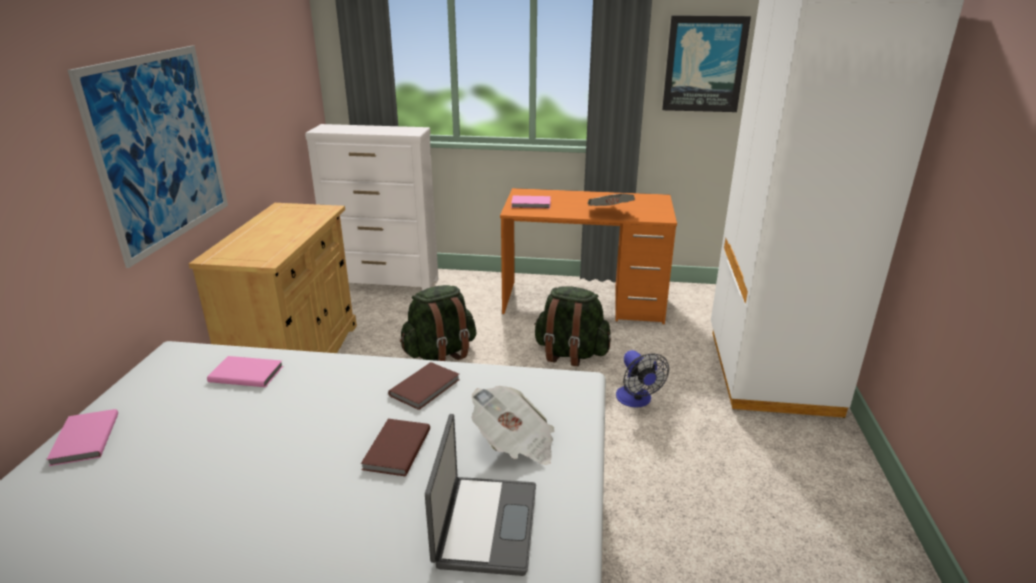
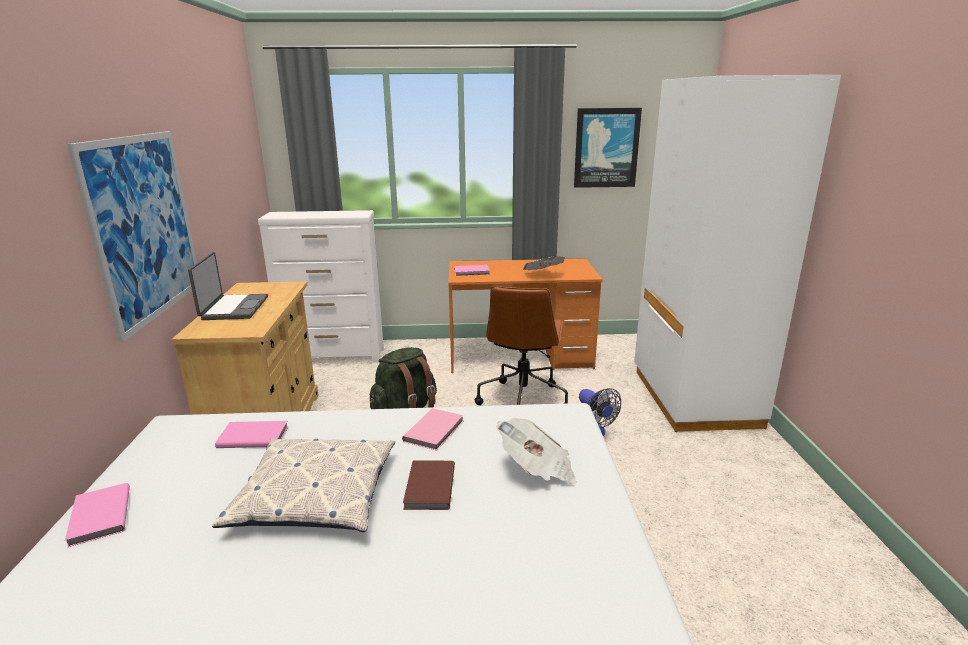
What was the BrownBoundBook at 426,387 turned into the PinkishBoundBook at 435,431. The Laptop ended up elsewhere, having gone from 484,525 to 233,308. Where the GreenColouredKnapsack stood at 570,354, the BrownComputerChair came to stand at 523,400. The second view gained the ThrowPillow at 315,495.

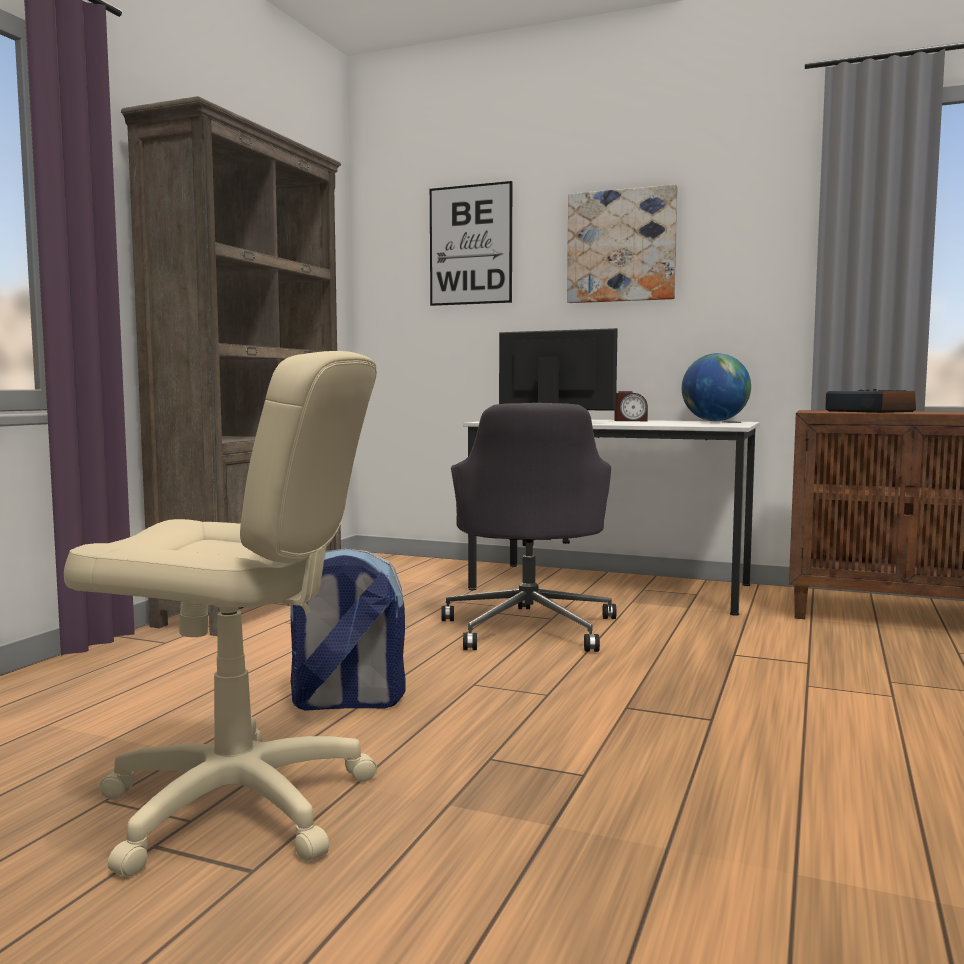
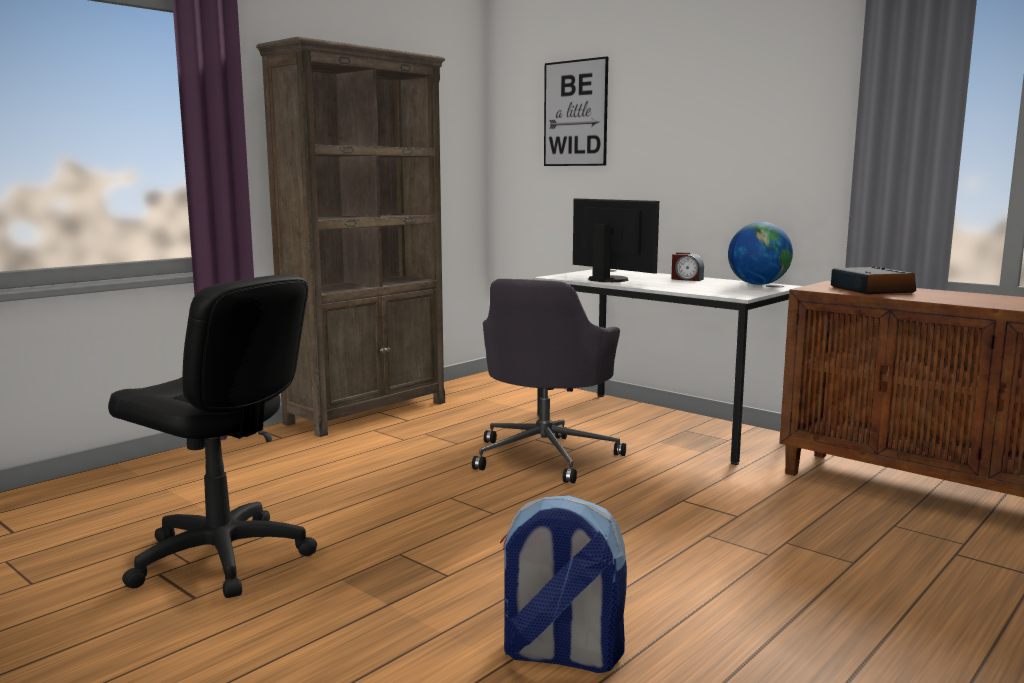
What was the BeigeColouredComputerChair at 237,806 turned into the BlackComputerChair at 221,558. The Knapsack ended up elsewhere, having gone from 346,702 to 560,655. The second view lost the Picture at 621,246.

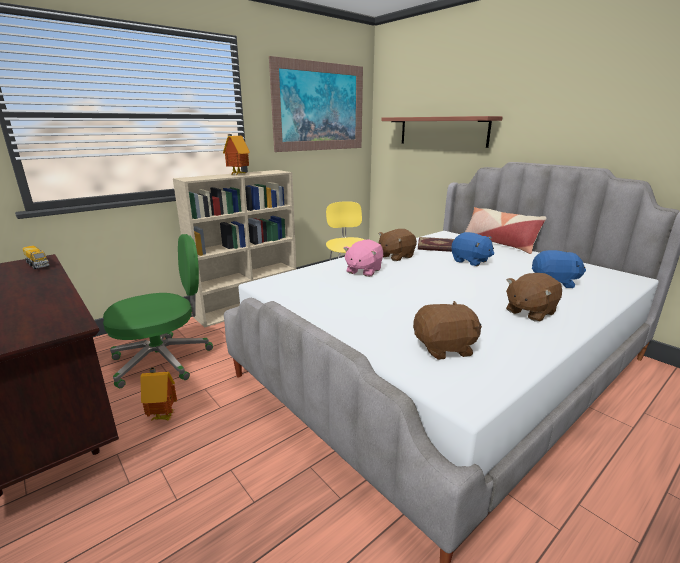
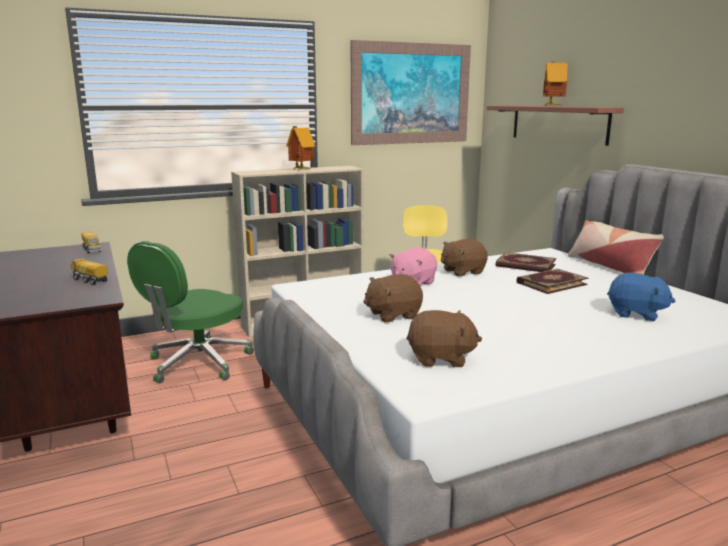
The GreenColouredComputerChair at 164,360 ended up facing another way, 135 degrees clockwise from before. The ToyHouse ended up elsewhere, having gone from 163,416 to 552,106. Where the BlueColouredCuddlyToy stood at 470,261, the BoundBook came to stand at 551,283. The BrownCuddlyToy ended up elsewhere, having gone from 529,312 to 393,315. The second view gained the ToyLorry at 89,280.

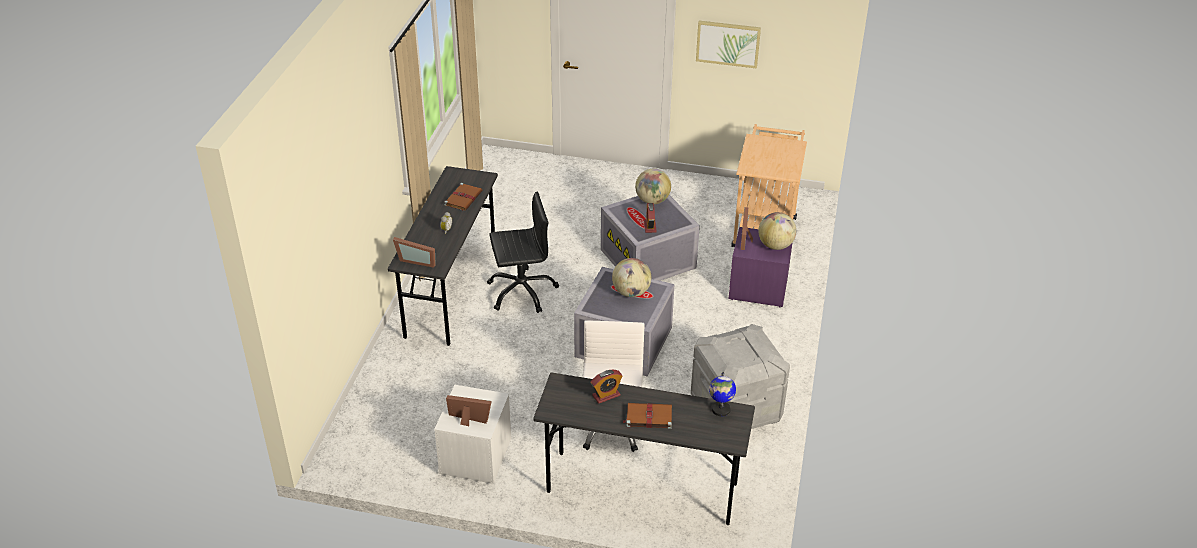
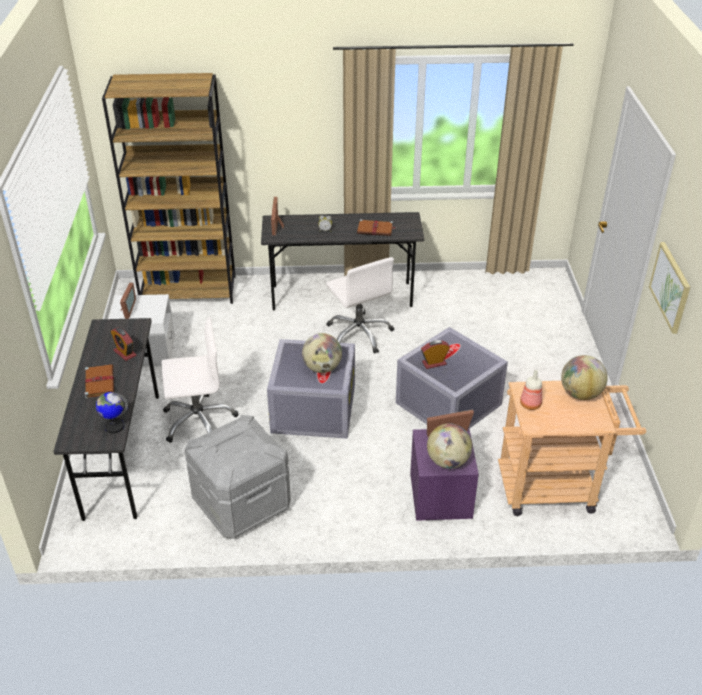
What was the BlackComputerChair at 522,291 turned into the WhiteColouredComputerChair at 359,334. The DeskGlobe ended up elsewhere, having gone from 652,201 to 580,394. The second view gained the BrownBookshelf at 189,290. The second view gained the BeverageBottle at 531,404.

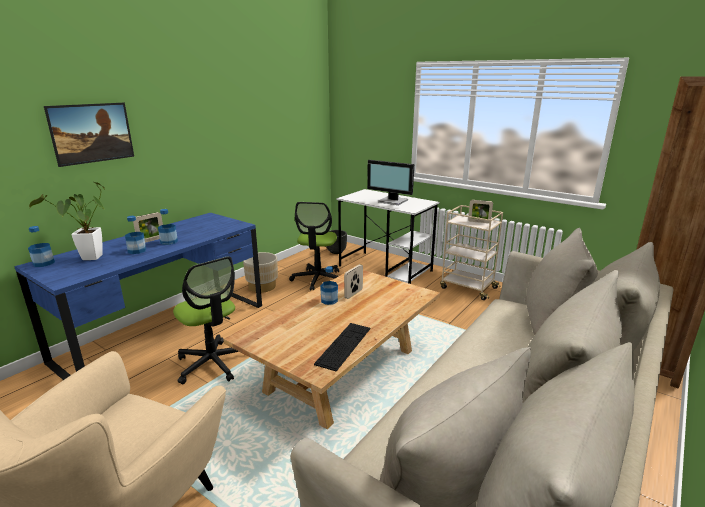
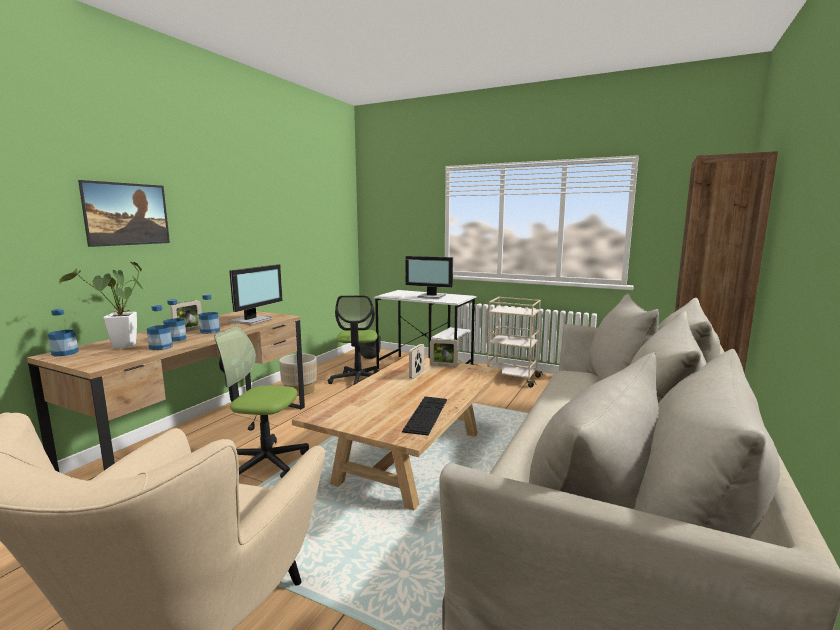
What was the BlueColouredDeskTable at 165,332 turned into the BrownDeskTable at 198,439. The ComputerChair at 213,363 ended up facing another way, 150 degrees clockwise from before. The BeverageBottle ended up elsewhere, having gone from 329,300 to 161,347. The PictureFrame ended up elsewhere, having gone from 479,222 to 443,366. The second view gained the ComputerScreen at 252,320.

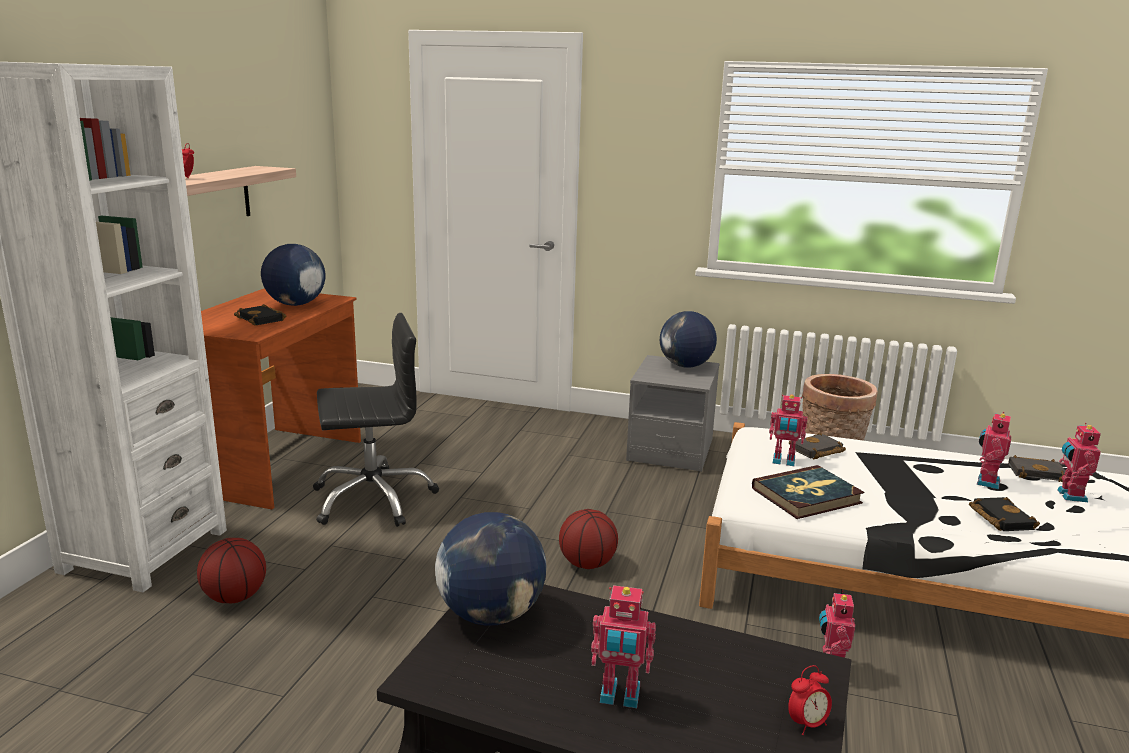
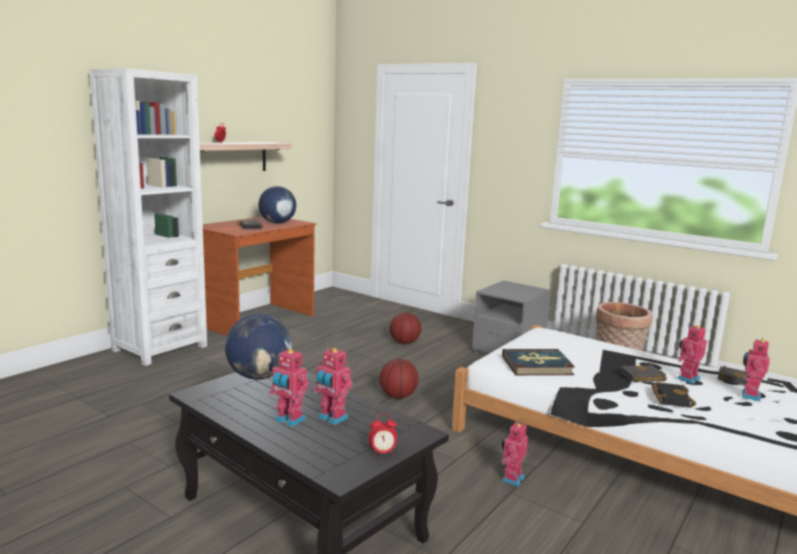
The BasketballBall ended up elsewhere, having gone from 235,597 to 404,343. The second view lost the BlackComputerChair at 373,499. The second view lost the DeskGlobe at 686,366. The RobotFigure ended up elsewhere, having gone from 783,461 to 332,418. The BlackBoundBook ended up elsewhere, having gone from 816,451 to 642,377.

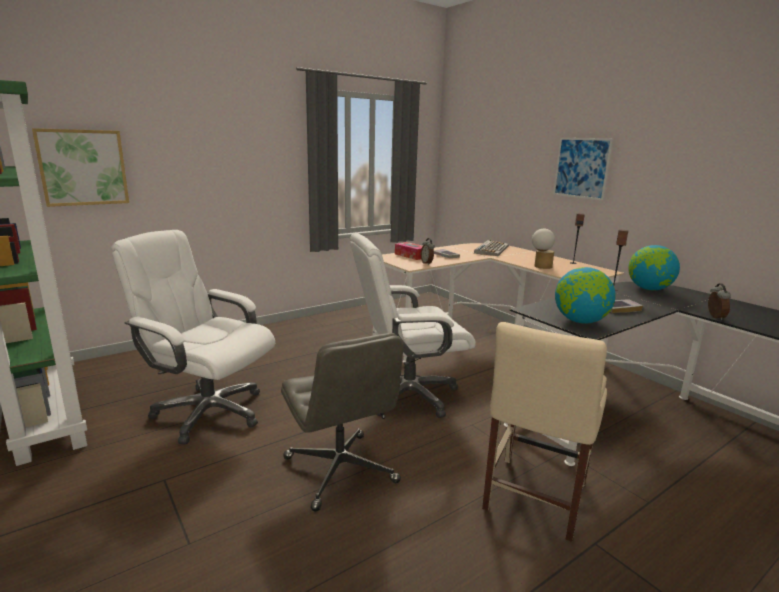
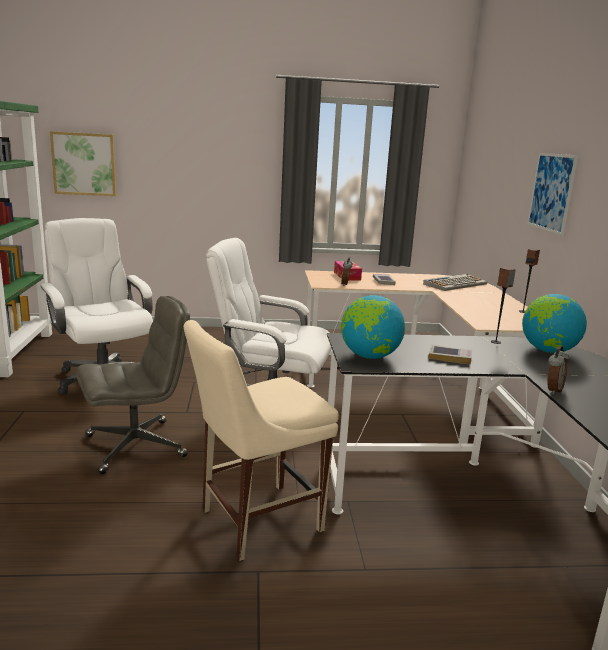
The GreyishComputerChair at 341,471 ended up facing another way, 120 degrees counterclockwise from before. The second view lost the TableLamp at 540,266.

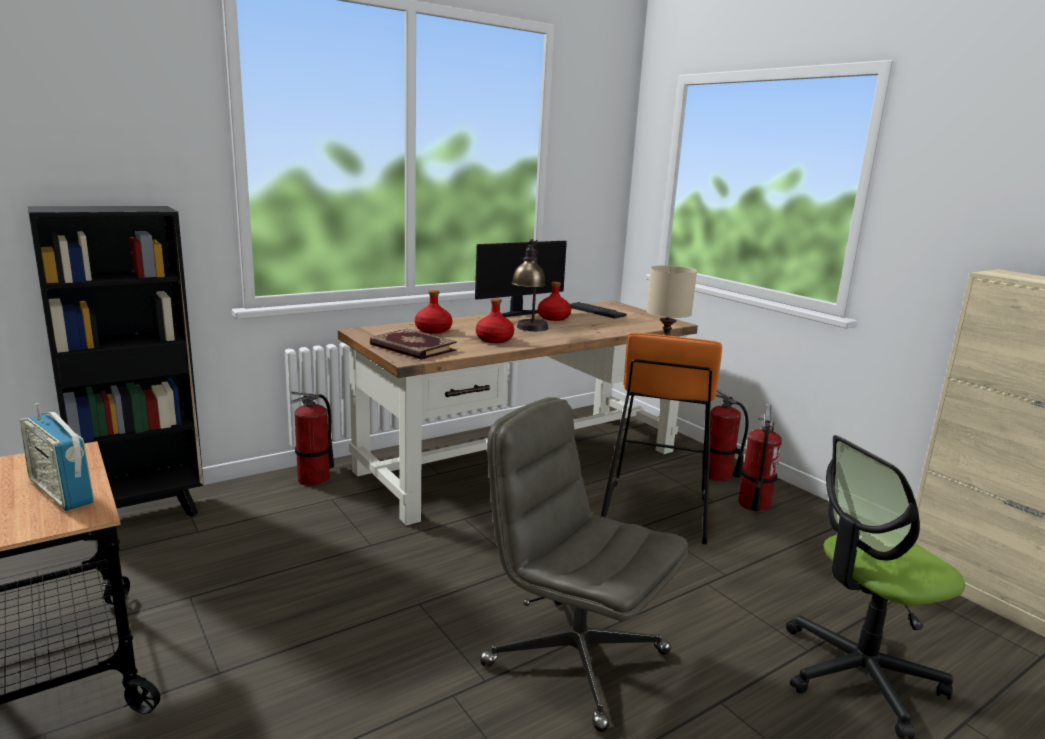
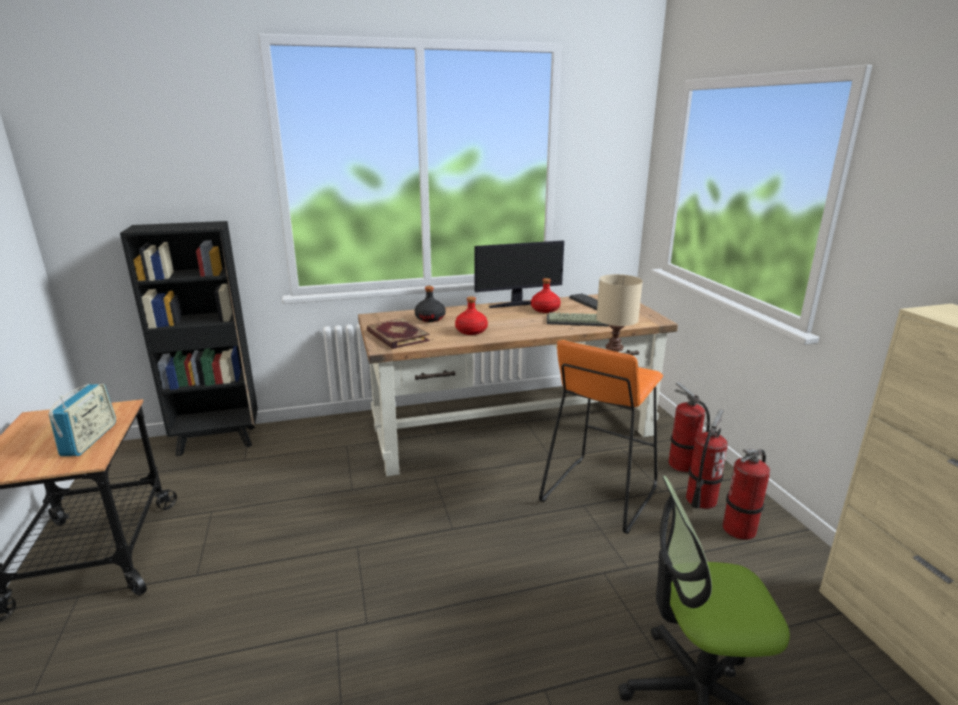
The RadioSet at 61,492 ended up facing another way, 150 degrees counterclockwise from before. The FireFightingCylinder ended up elsewhere, having gone from 314,479 to 739,529. What was the ReddishBeverageBottle at 433,330 turned into the BlackBeverageBottle at 430,318. The second view lost the GreyishComputerChair at 574,658. The second view lost the TableLamp at 529,330. The second view gained the ComputerKeyboard at 580,321.

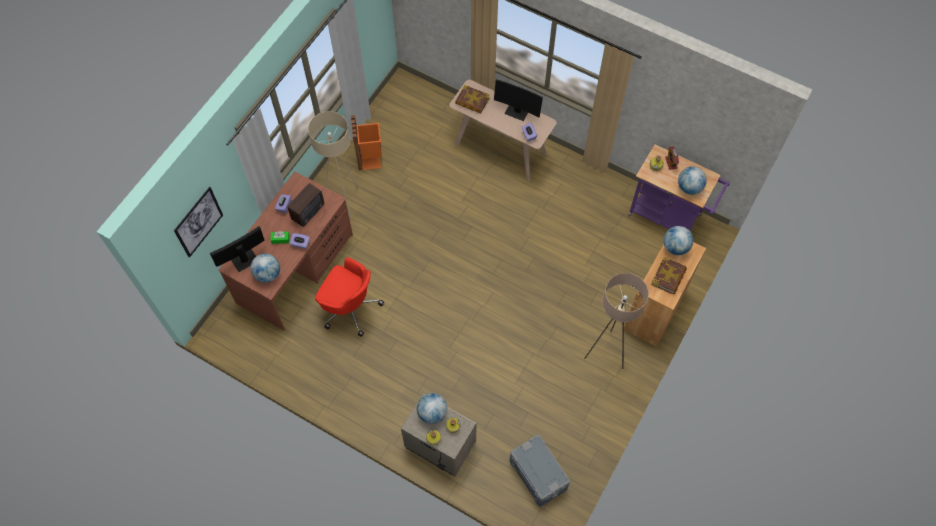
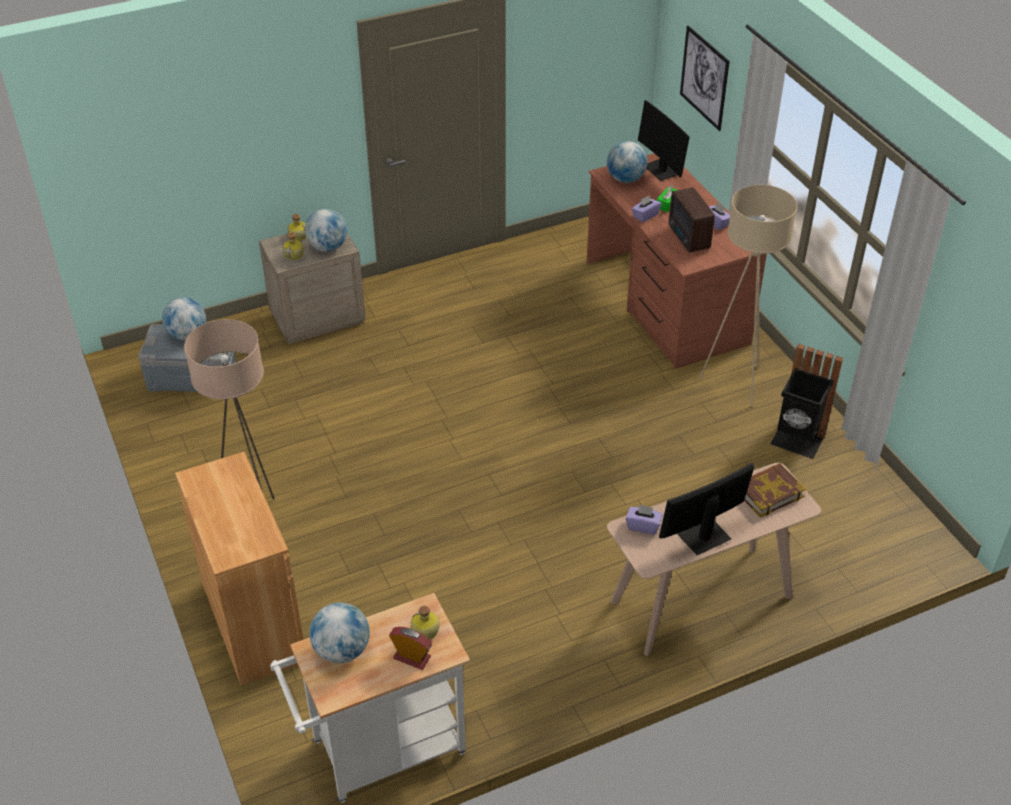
The ComputerScreen at 244,260 ended up facing another way, 150 degrees clockwise from before. The second view lost the ReddishComputerChair at 350,307. What was the OrangeyRubbishBin at 370,158 turned into the BlackRubbishBin at 797,441. What was the PurpleCart at 669,217 turned into the WhiteColouredCart at 380,752. The second view lost the BoundBook at 668,277. The DeskGlobe ended up elsewhere, having gone from 675,247 to 187,334.

